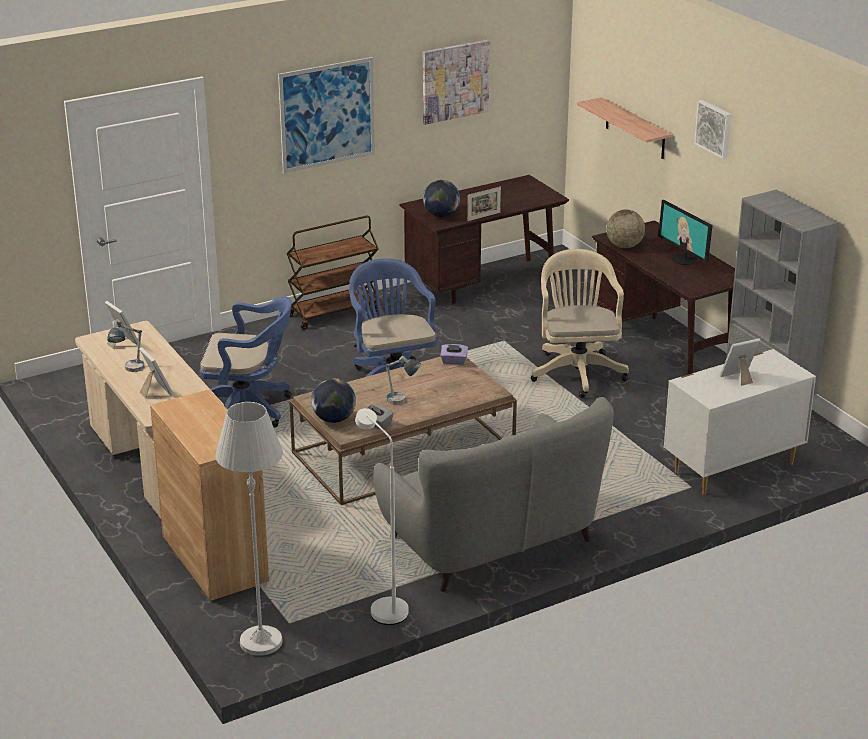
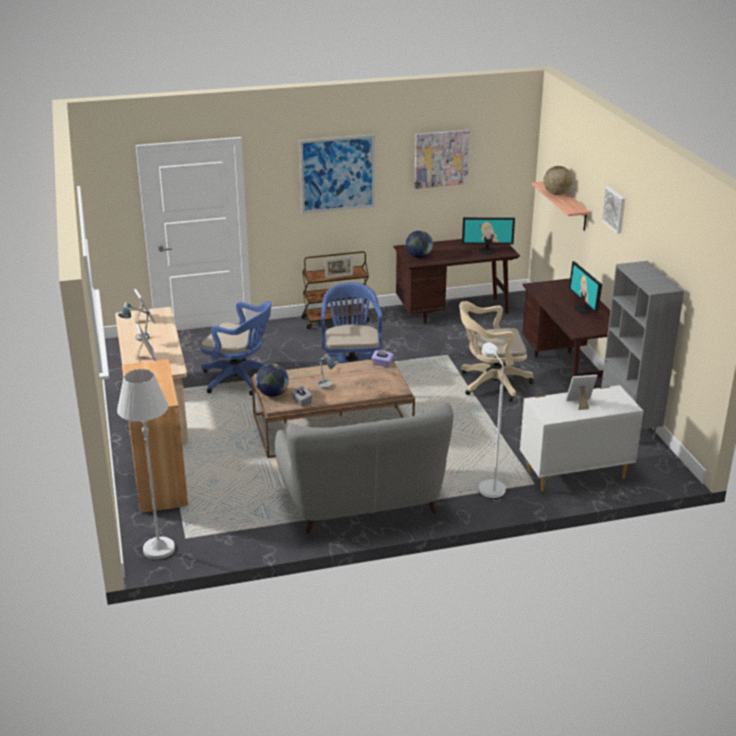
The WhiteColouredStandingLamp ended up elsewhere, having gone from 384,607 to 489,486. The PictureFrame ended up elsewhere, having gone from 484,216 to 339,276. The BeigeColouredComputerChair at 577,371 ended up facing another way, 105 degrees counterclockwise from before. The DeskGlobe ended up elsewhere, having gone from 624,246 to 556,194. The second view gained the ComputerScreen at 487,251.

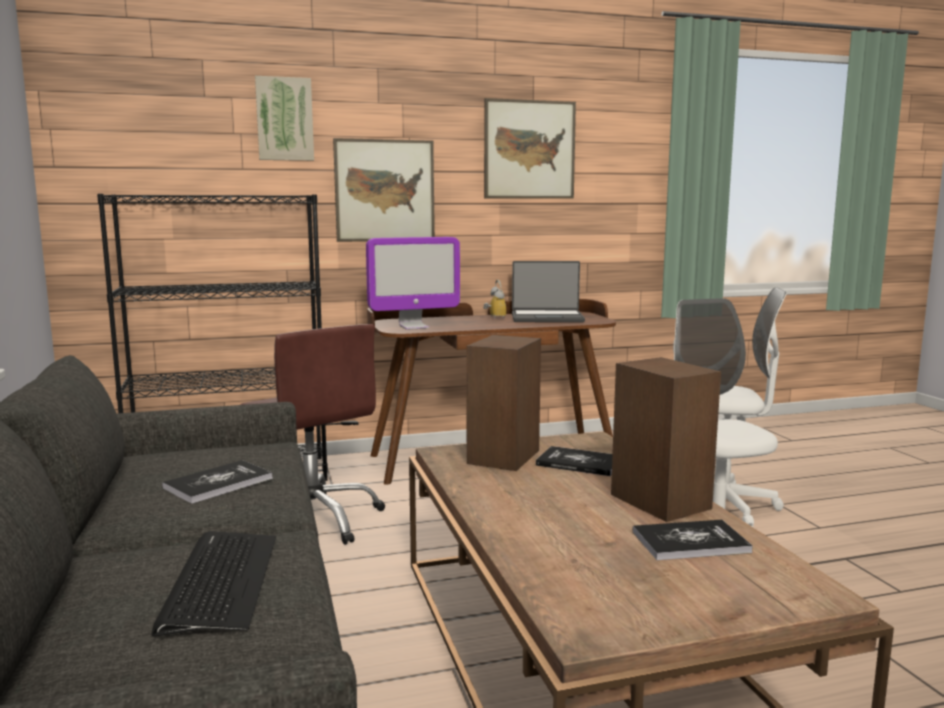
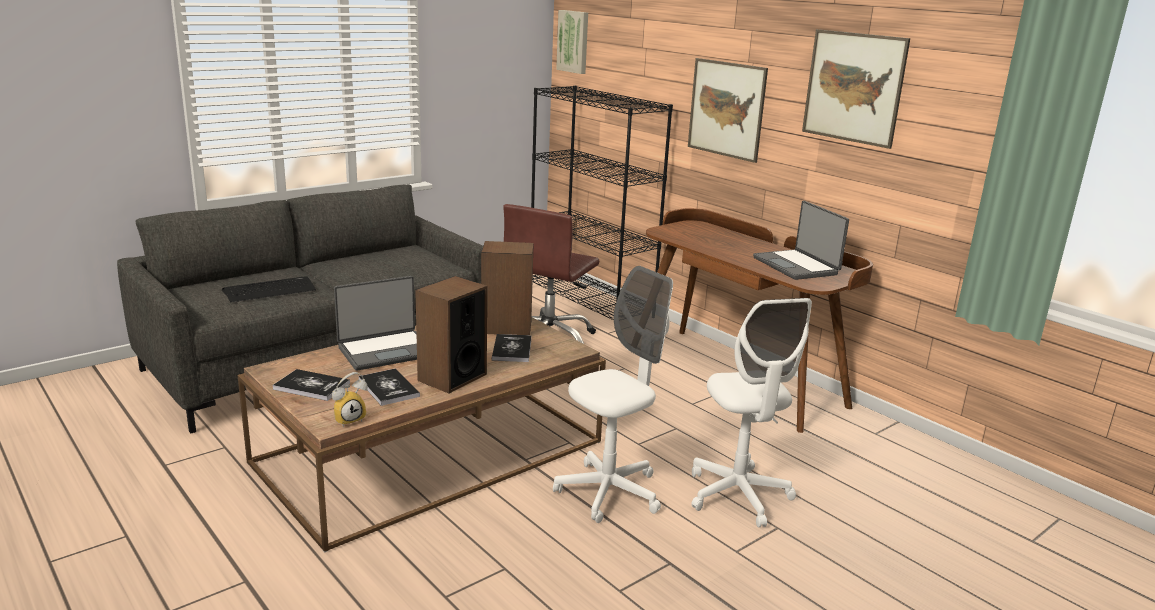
The BoundBook ended up elsewhere, having gone from 218,483 to 311,386. The Picture ended up elsewhere, having gone from 284,119 to 574,41. The second view lost the ComputerScreen at 414,327. The BedsideClock ended up elsewhere, having gone from 494,318 to 349,419. The second view gained the Laptop at 386,351.

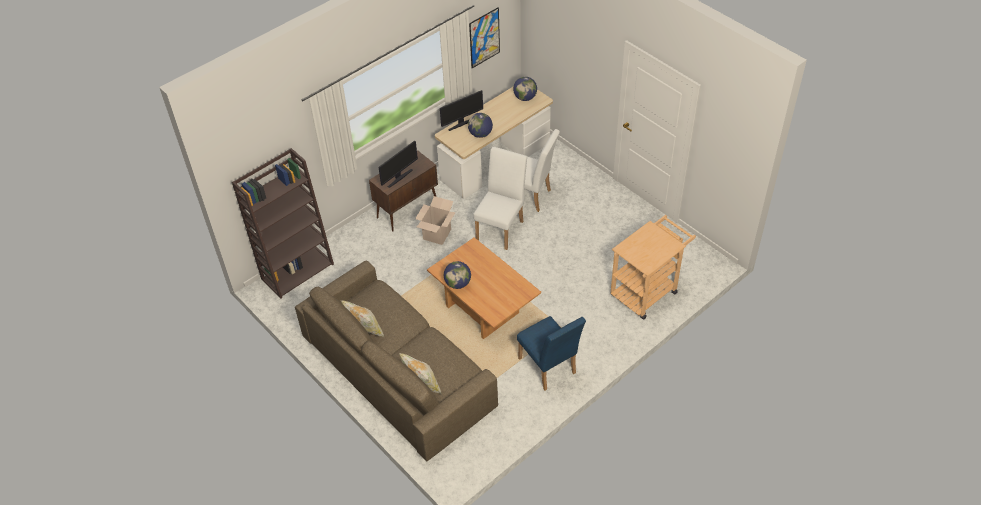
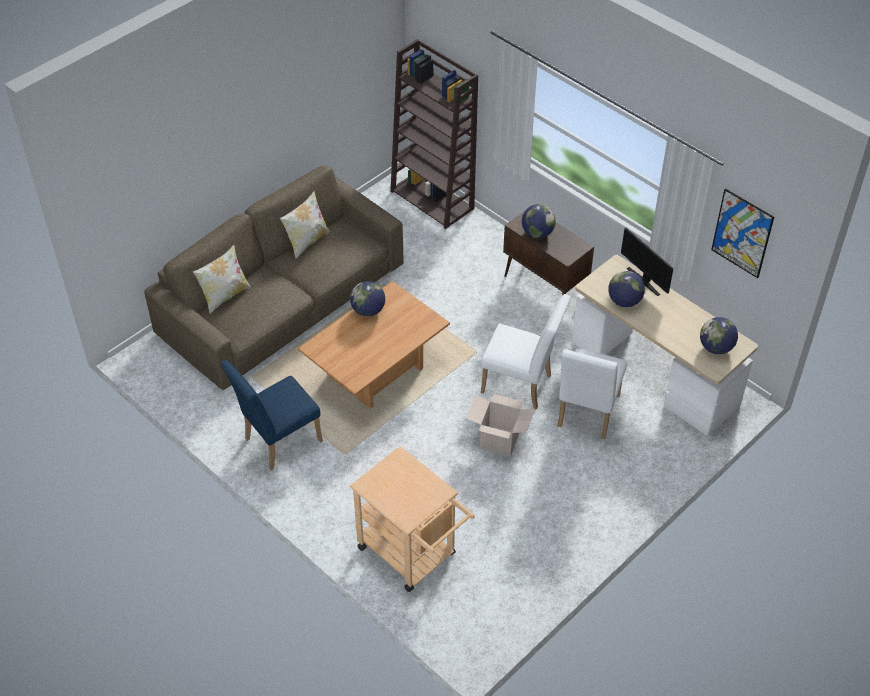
Where the ComputerScreen stood at 399,178, the DeskGlobe came to stand at 537,233. The CardboardBox ended up elsewhere, having gone from 437,234 to 499,441.

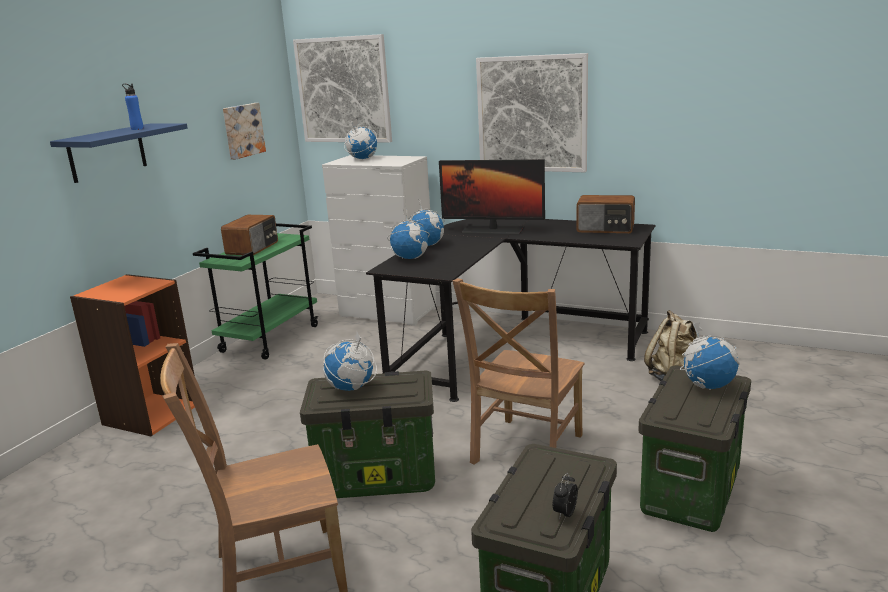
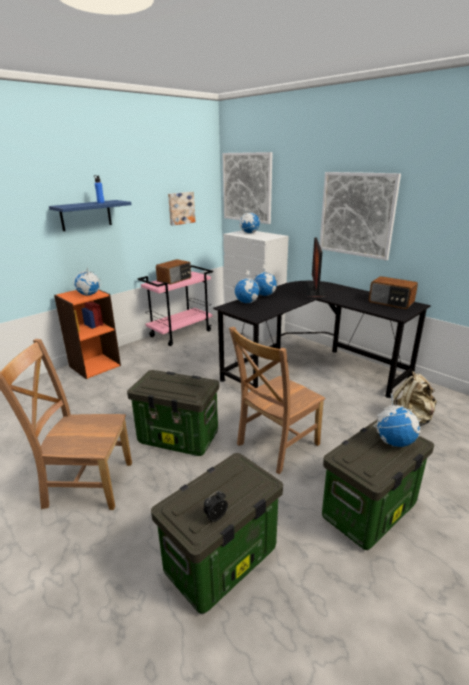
What was the GreenColouredCart at 270,338 turned into the PinkishCart at 181,333. The DeskGlobe ended up elsewhere, having gone from 351,388 to 89,295. The ComputerScreen at 493,230 ended up facing another way, 60 degrees clockwise from before.

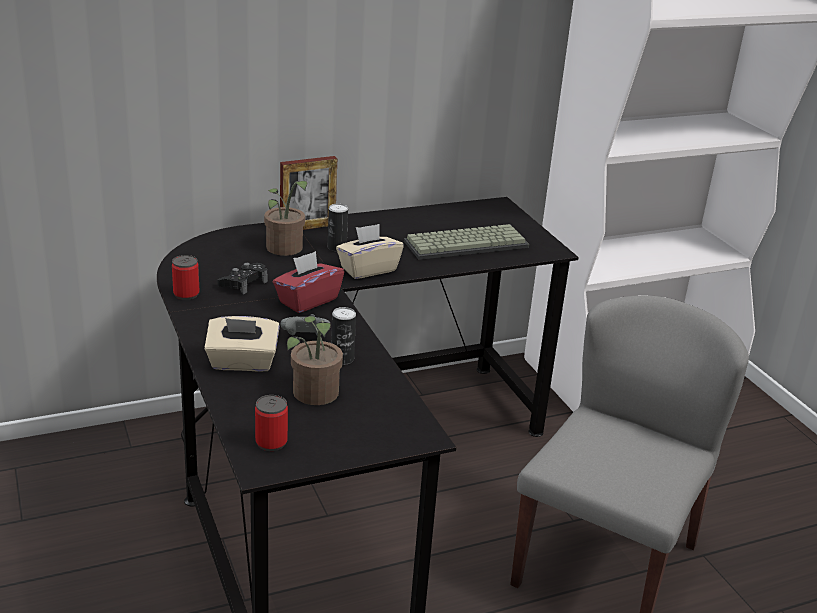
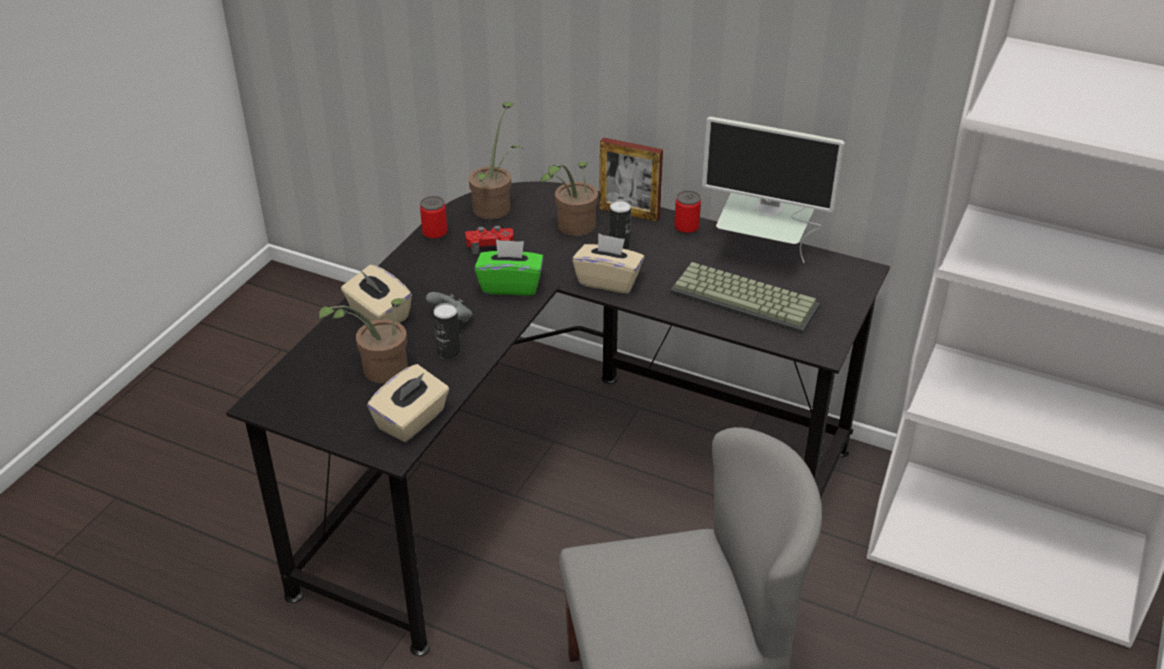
What was the BlackGameController at 243,283 turned into the ReddishGameController at 490,244. The MetalCan ended up elsewhere, having gone from 271,442 to 686,228. What was the ReddishTissueHolder at 307,300 turned into the GreenColouredTissueHolder at 510,285. The second view gained the BeigeColouredTissueHolder at 412,420. The second view gained the PlantInAPot at 495,206. The second view gained the ComputerScreen at 762,254.

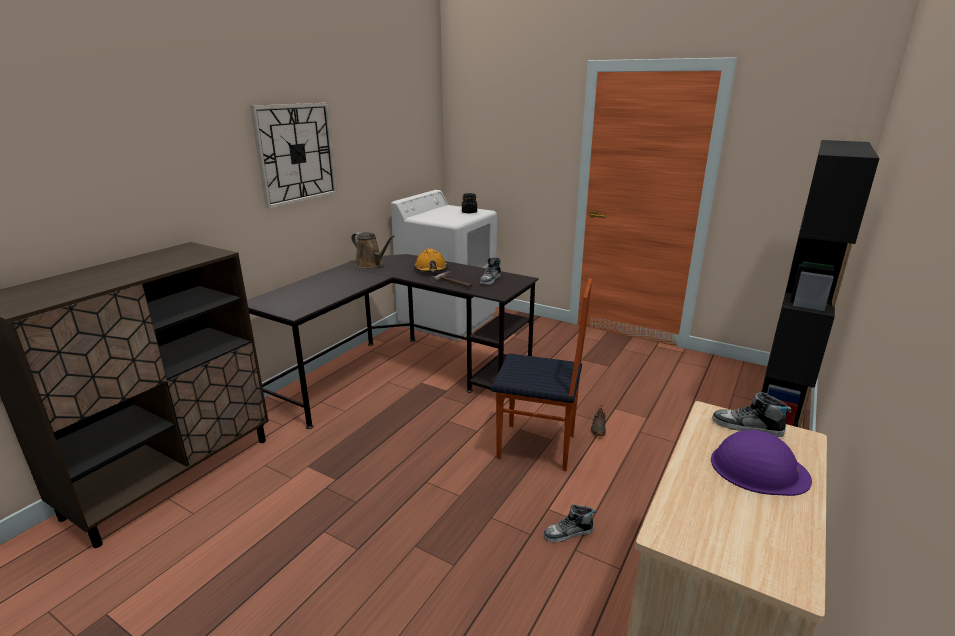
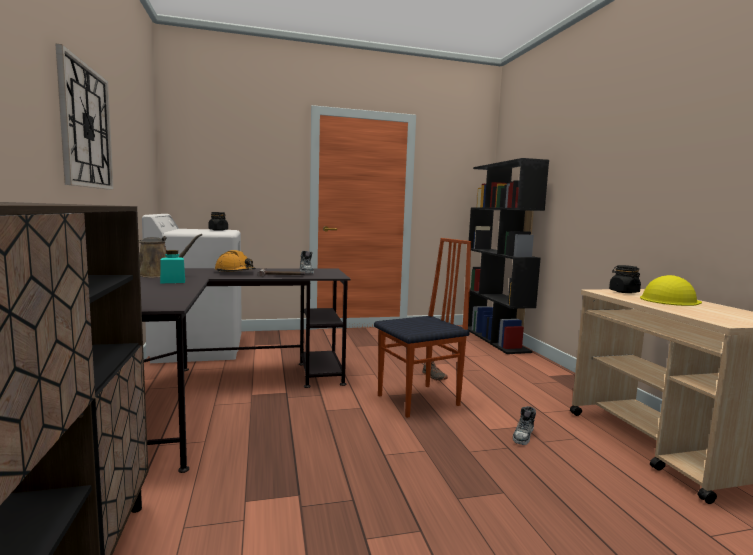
What was the PurpleHardHat at 758,469 turned into the YellowishHardHat at 669,300. Where the LowShoe stood at 747,427, the BlackJar came to stand at 623,292. The second view gained the TurquoiseJar at 173,281.

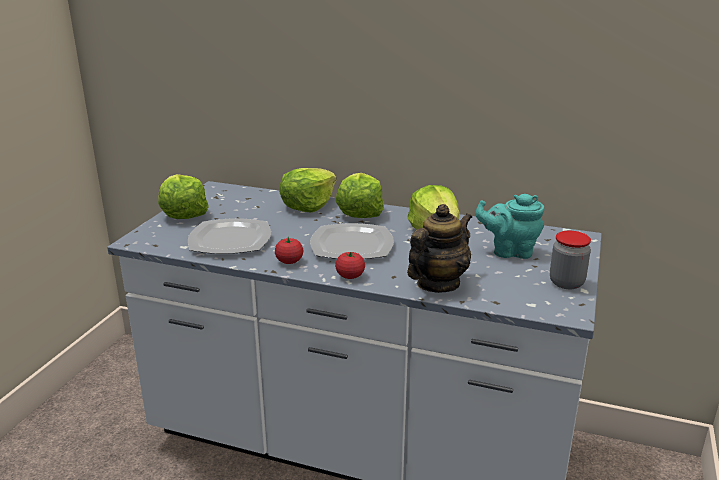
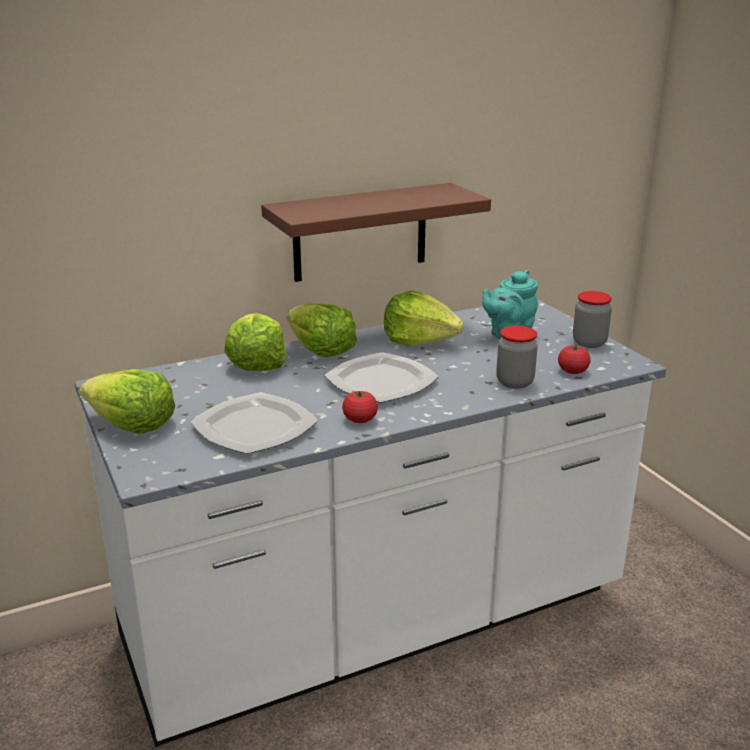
The Tomato ended up elsewhere, having gone from 350,276 to 572,371. Where the Teapot stood at 437,284, the Jar came to stand at 514,382. The second view gained the BrownWallShelf at 360,232.

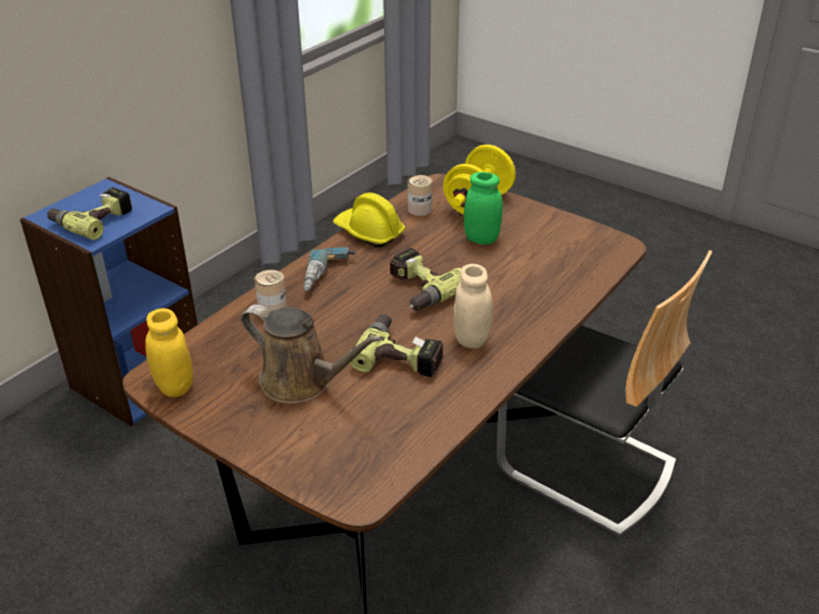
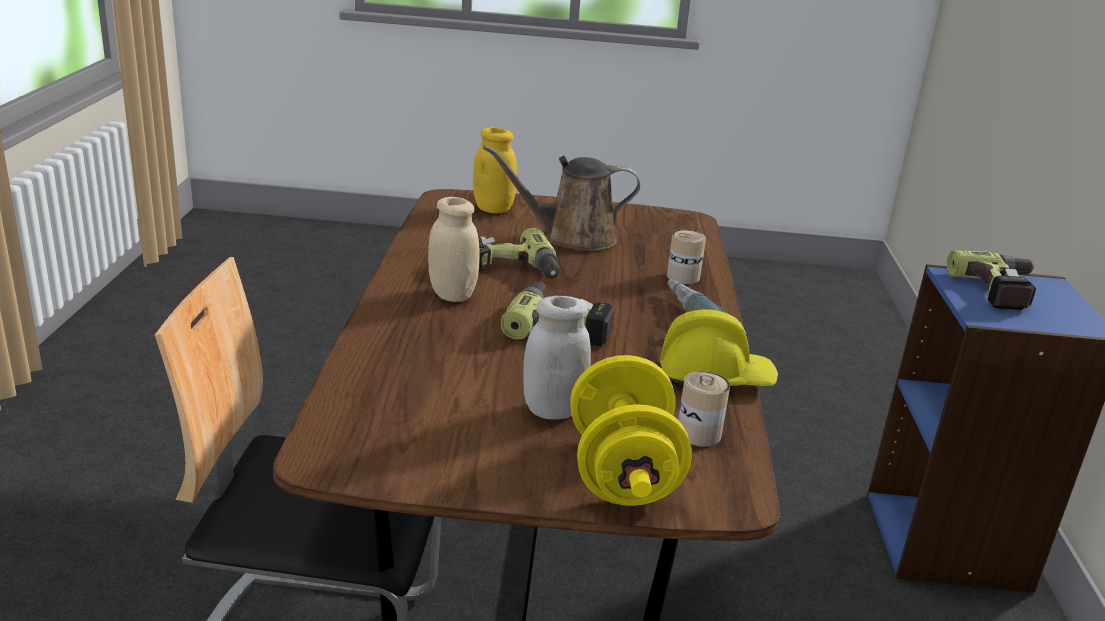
The YellowishJar ended up elsewhere, having gone from 175,387 to 493,209. What was the GreenColouredJar at 481,239 turned into the WhiteColouredJar at 553,410.

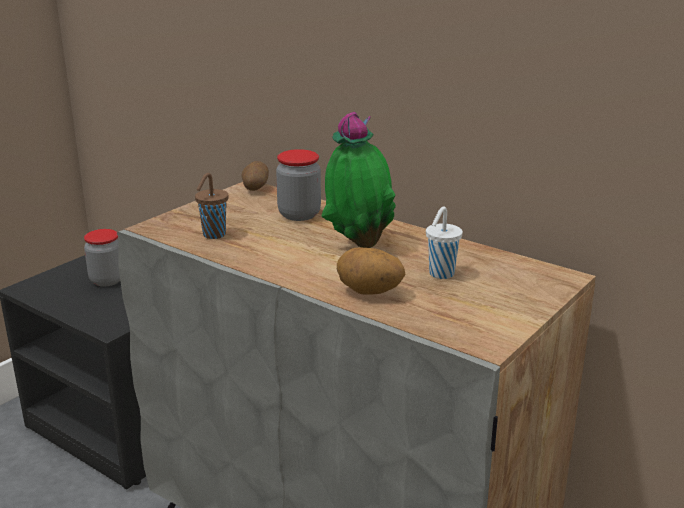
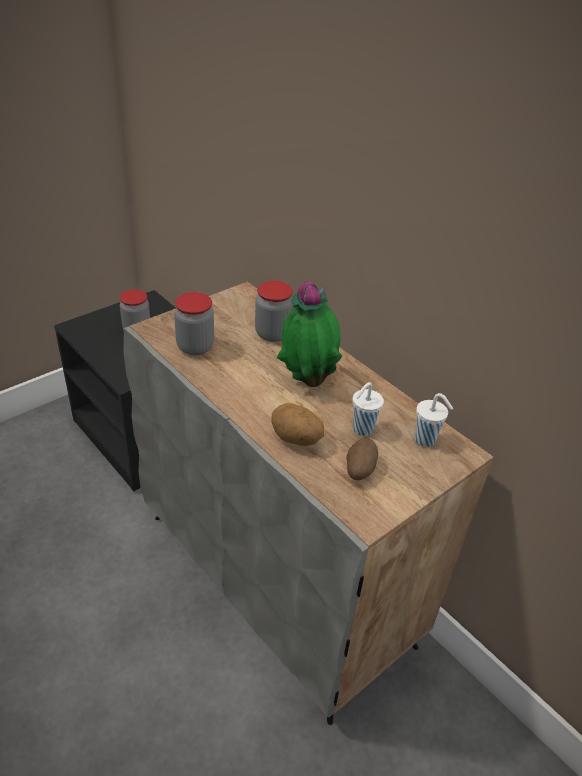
Where the BrownSmallCup stood at 213,235, the Jar came to stand at 195,347. The Spud ended up elsewhere, having gone from 255,188 to 359,469. The second view gained the WhiteColouredSmallCup at 426,440.

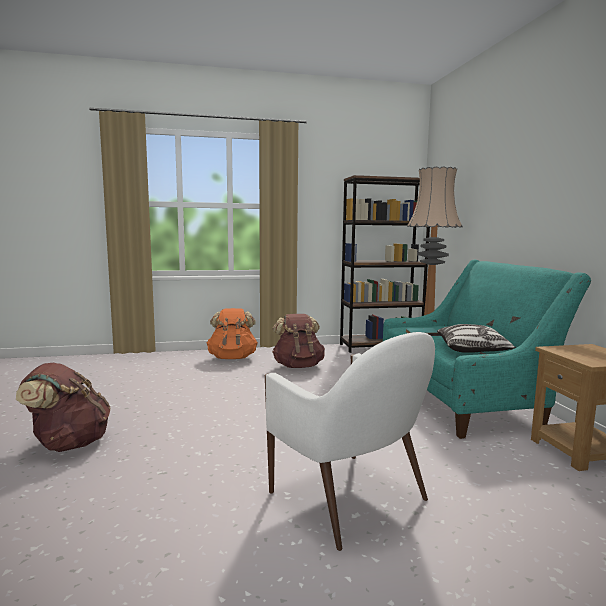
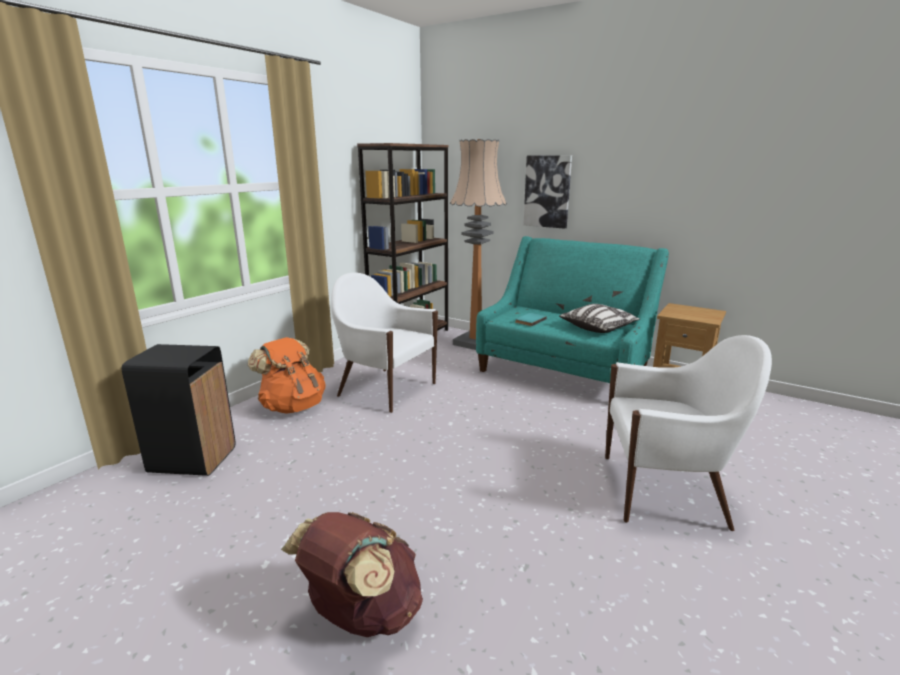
Where the BrownKnapsack stood at 298,366, the WhiteColouredArmchair came to stand at 385,389. The second view gained the BlackRubbishBin at 193,459. The second view gained the Picture at 547,191.

